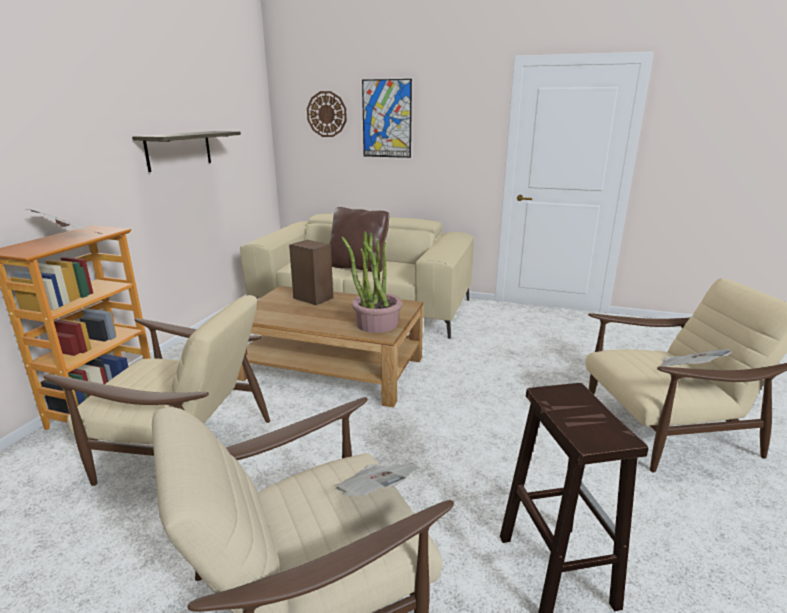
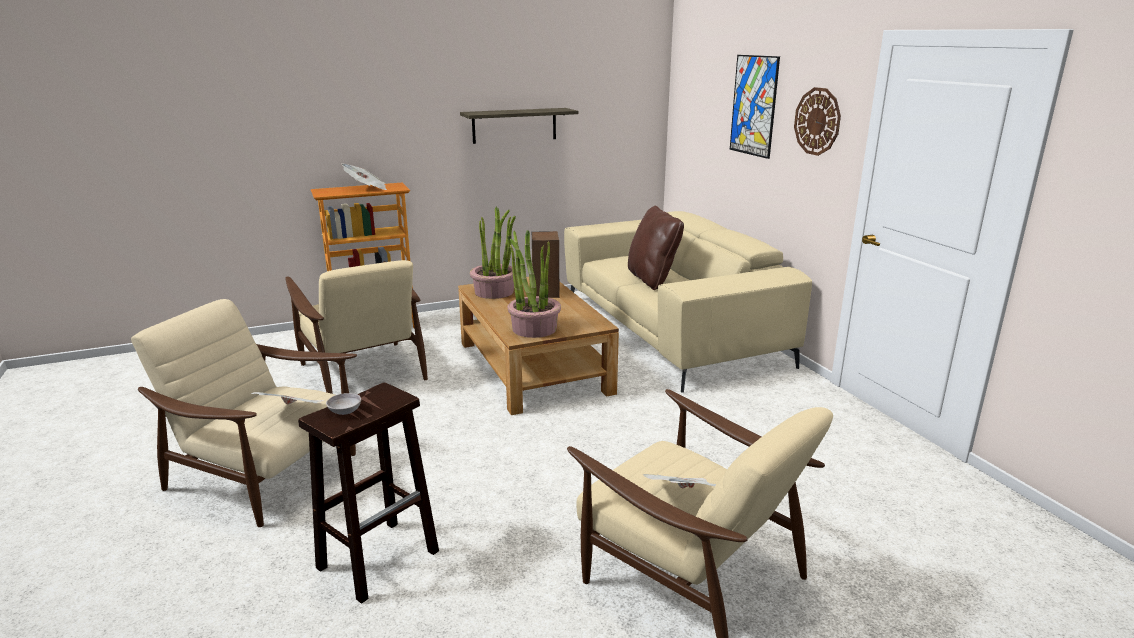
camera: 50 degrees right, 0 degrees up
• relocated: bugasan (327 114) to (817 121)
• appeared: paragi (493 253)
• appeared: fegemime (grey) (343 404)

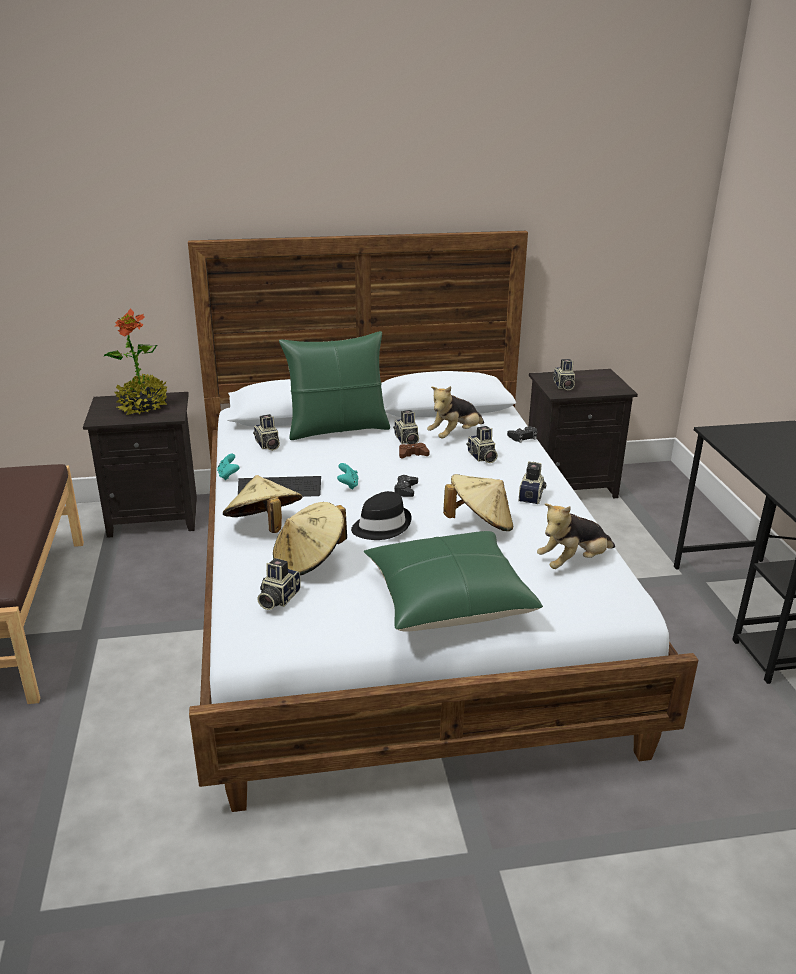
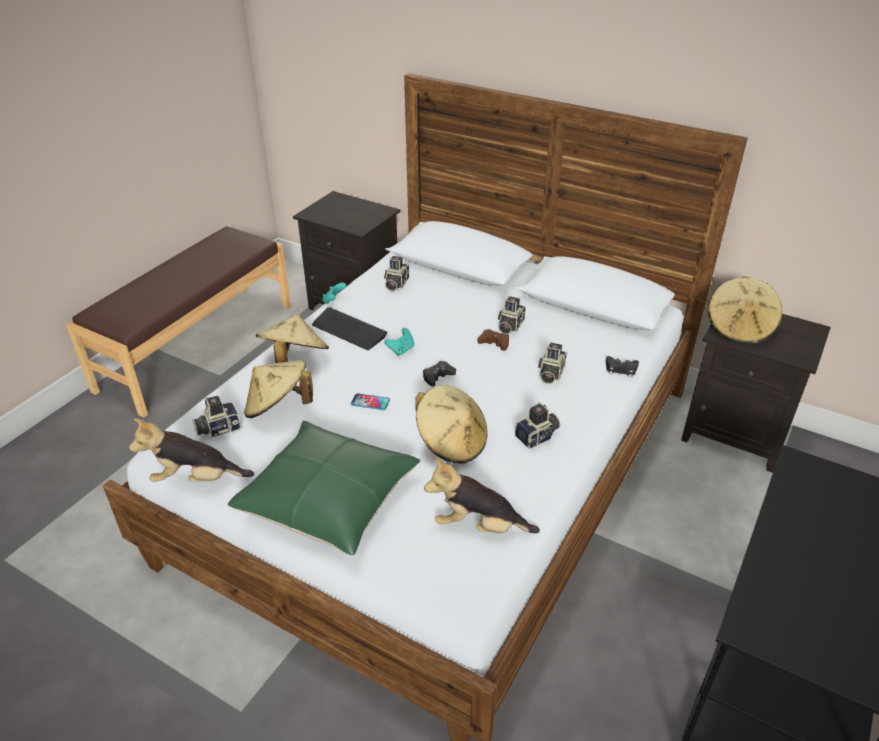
camera: 40 degrees right, 10 degrees up
• missing: paragi (136 362)
• missing: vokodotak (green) (334 385)
• exchanged: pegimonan (564 374) to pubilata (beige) (745 310)
• relocated: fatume (455 412) to (191 450)
• exchanged: pubilata (black) (381 515) to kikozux (370 402)

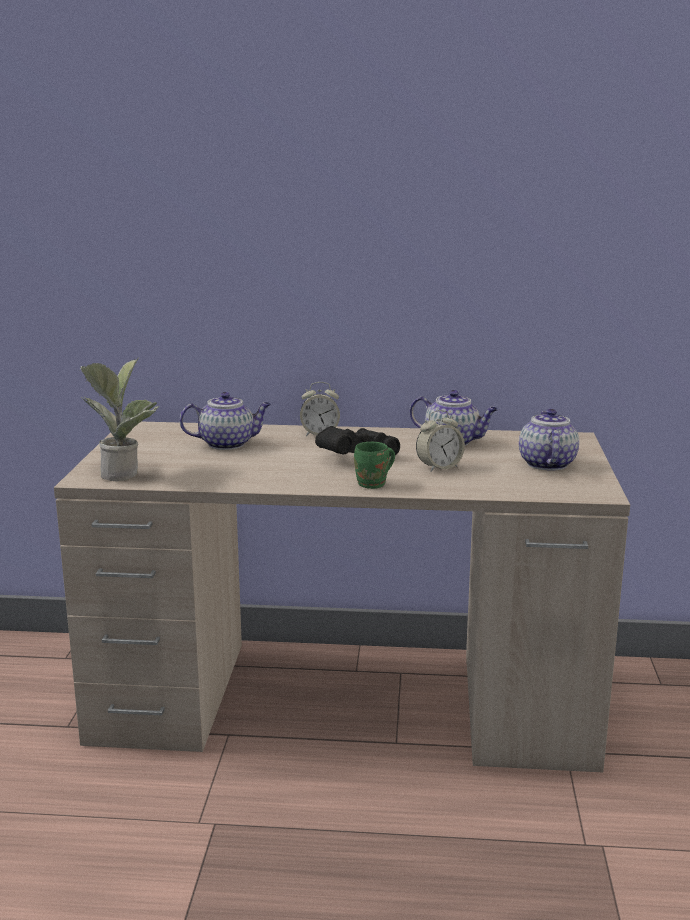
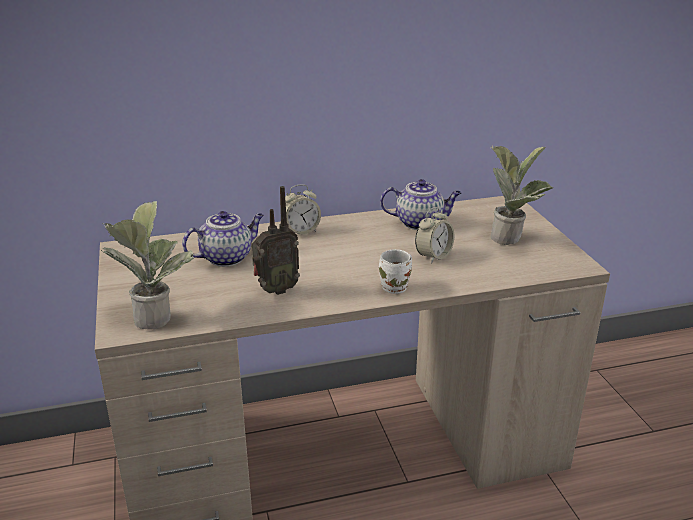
camera: 20 degrees left, 10 degrees up
• exchanged: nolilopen (549 439) to paragi (521 195)
• missing: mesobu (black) (357 441)
• colour: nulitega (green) (374 465) to nulitega (white) (395 271)
• appeared: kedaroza (275 240)

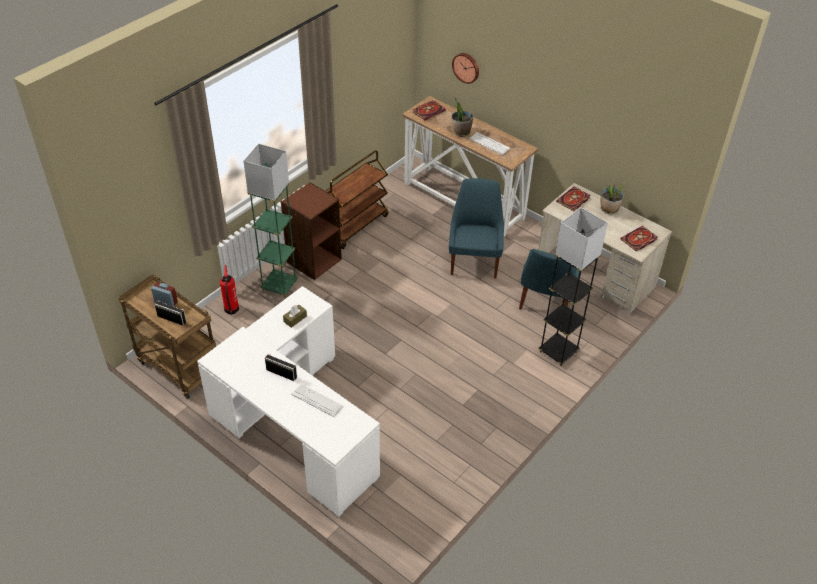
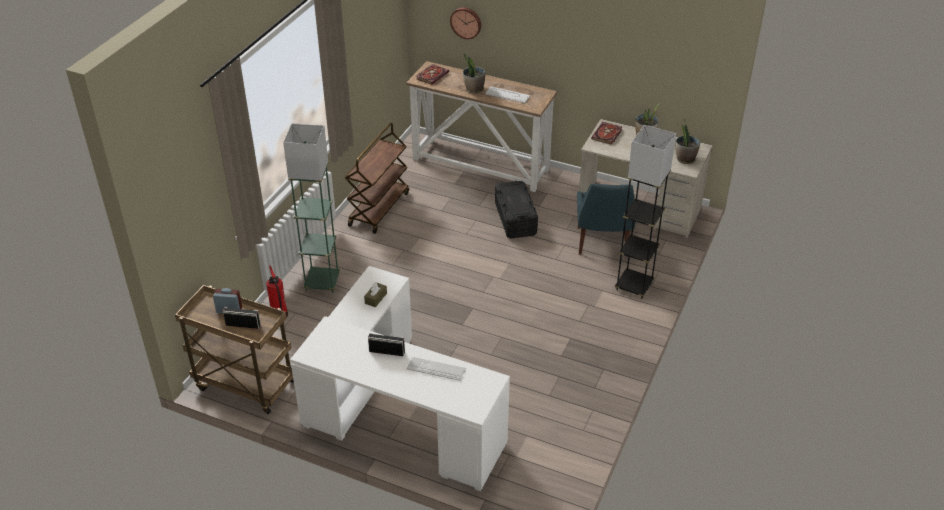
camera: 15 degrees left, 5 degrees down
• exchanged: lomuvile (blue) (476 228) to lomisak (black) (516 209)
• missing: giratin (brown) (311 231)
• exchanged: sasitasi (638 238) to paragi (688 141)

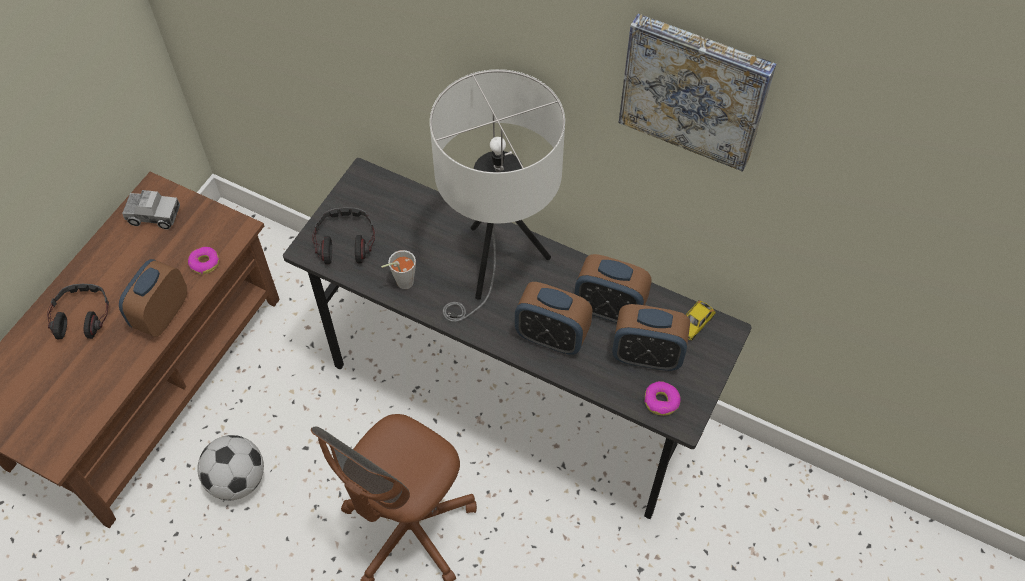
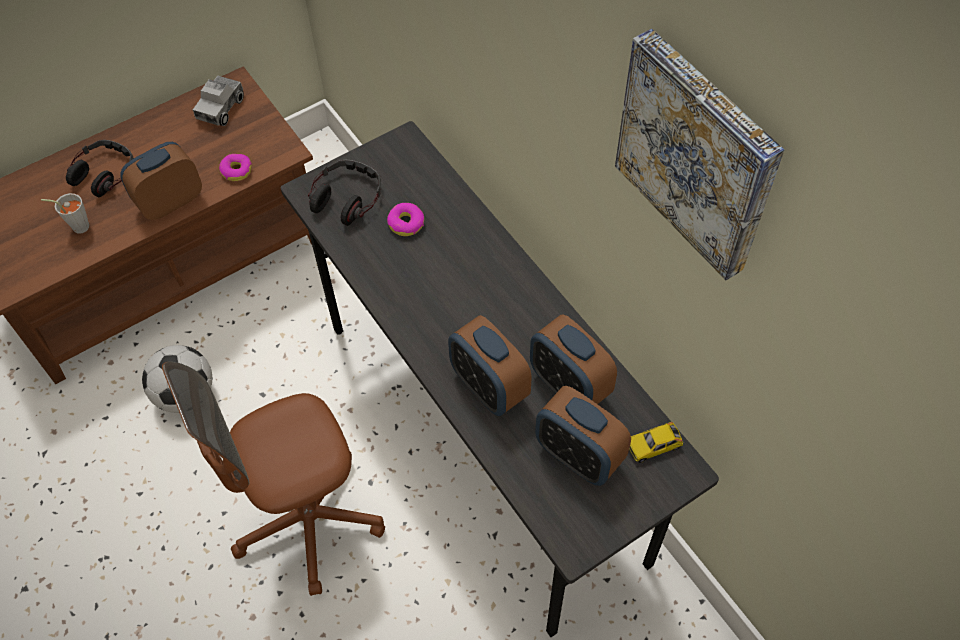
camera: 30 degrees right, 0 degrees up
• missing: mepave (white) (497 195)
• spun: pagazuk (151 209) = (218 101) 75 degrees clockwise
• relocated: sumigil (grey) (398 269) to (65 213)
• relocated: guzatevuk (662 398) to (405 219)

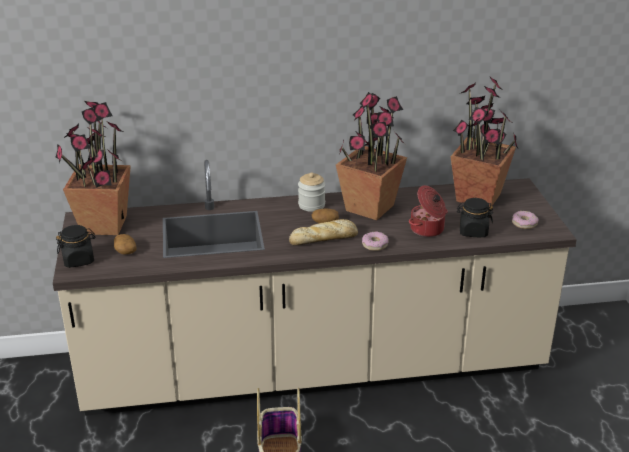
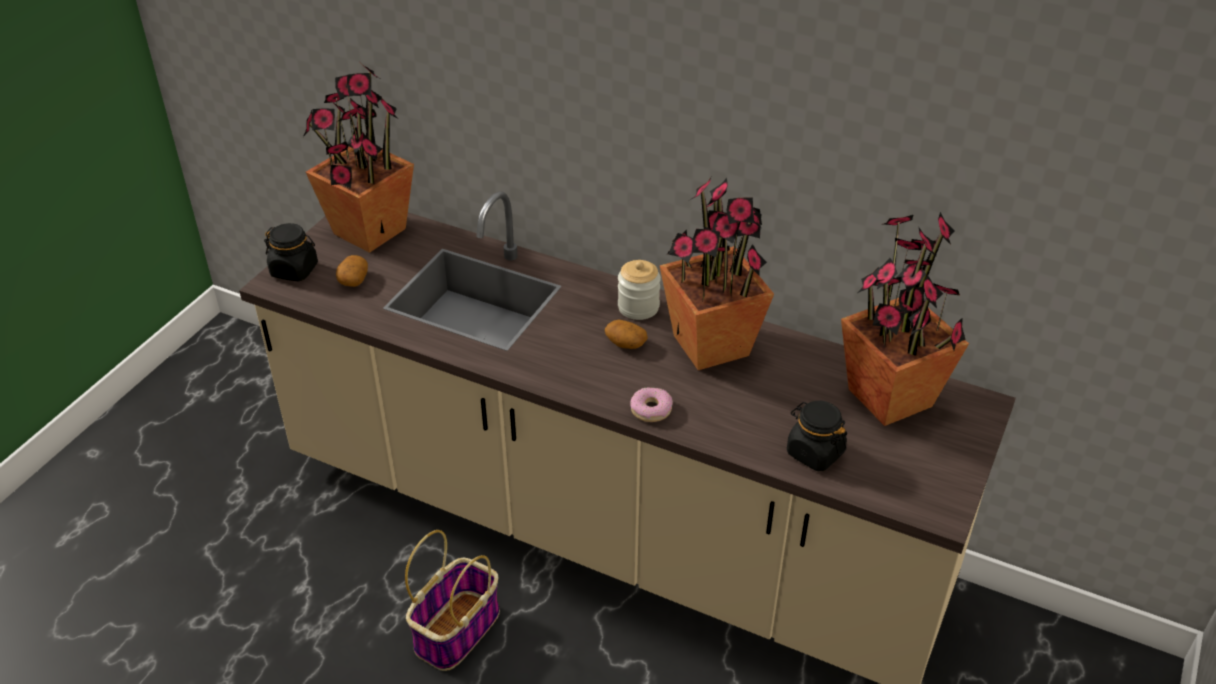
camera: 35 degrees right, 10 degrees up
• missing: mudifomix (428 211)
• missing: guzatevuk (525 220)
• missing: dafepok (323 232)

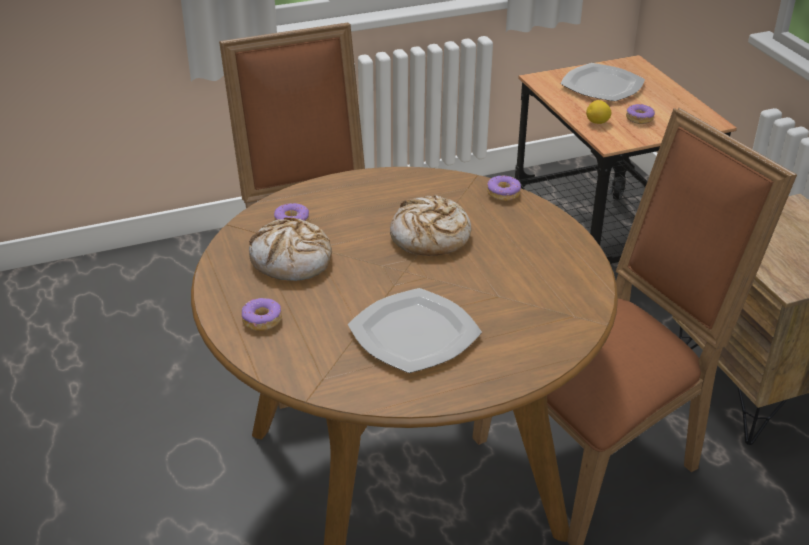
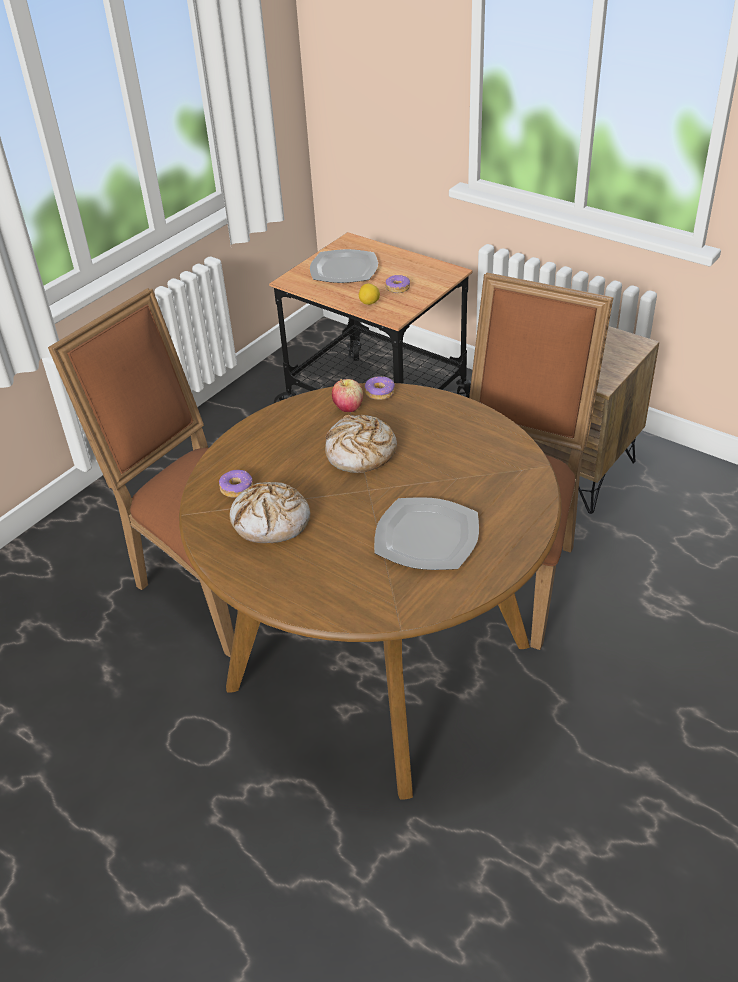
camera: 30 degrees left, 5 degrees up
• missing: guzatevuk (262 314)
• appeared: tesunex (347 395)

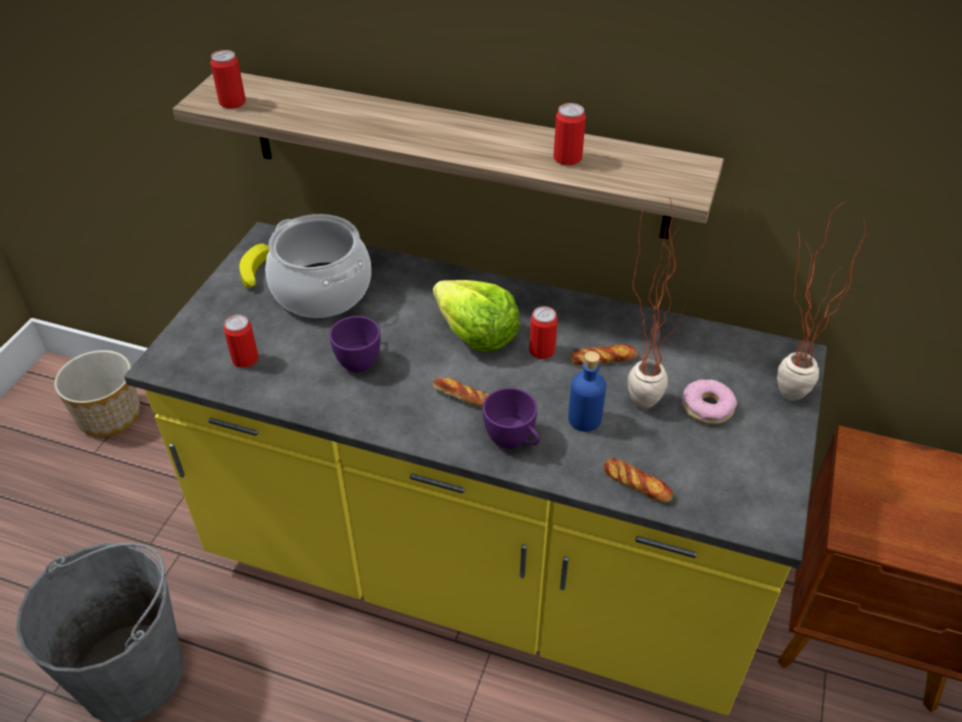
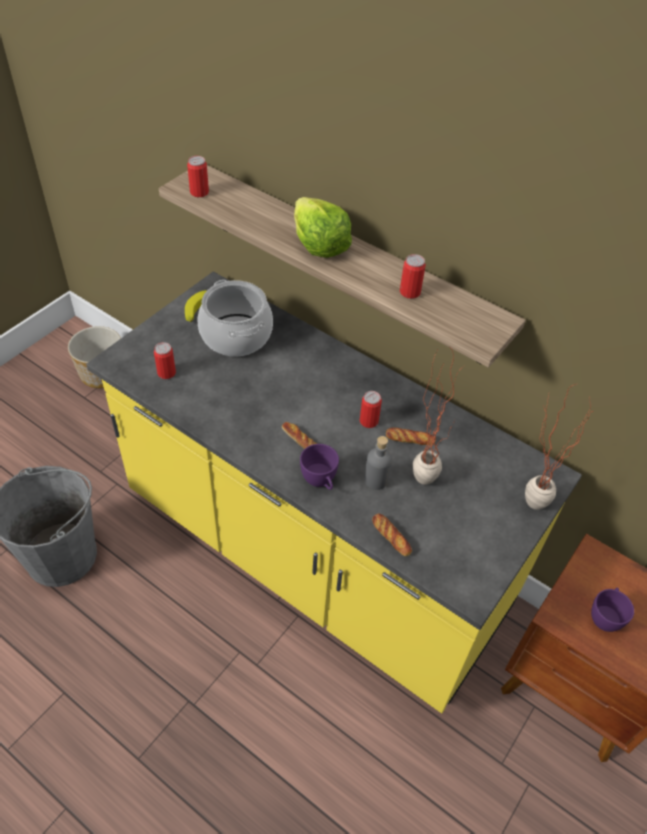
camera: 15 degrees right, 5 degrees up
• relocated: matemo (476 316) to (323 227)
• relocated: sumigil (purple) (355 344) to (612 609)
• colour: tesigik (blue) (587 391) to tesigik (grey) (378 463)
• missing: guzatevuk (709 401)

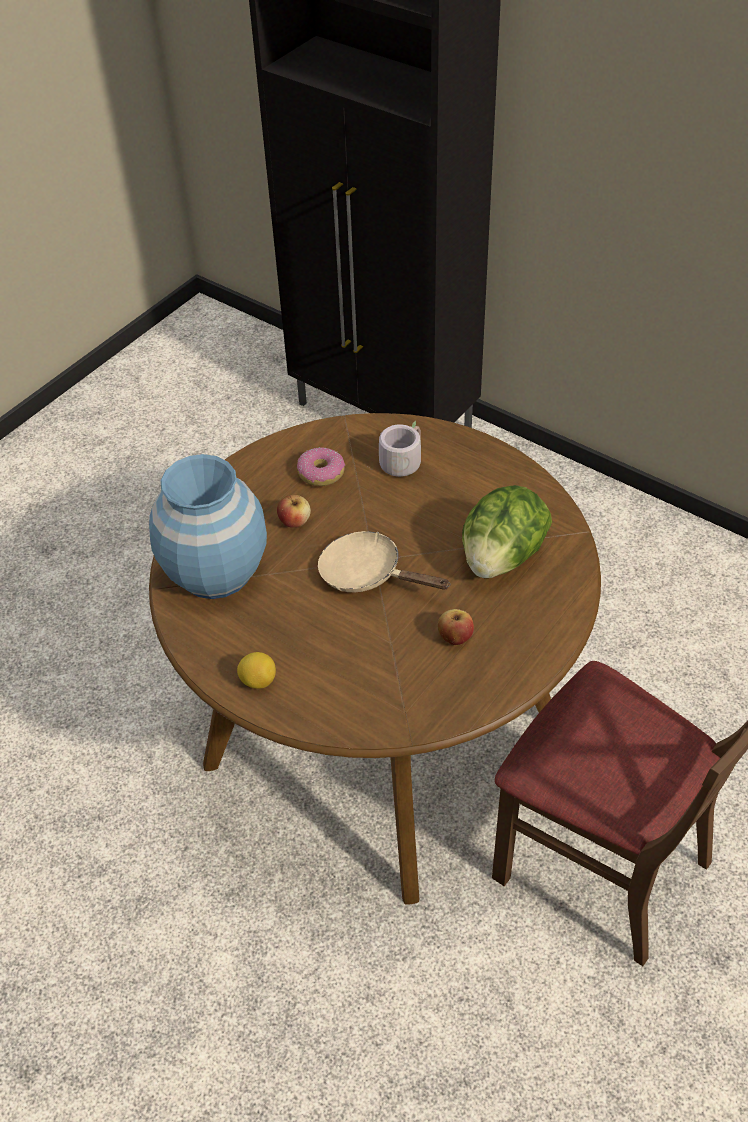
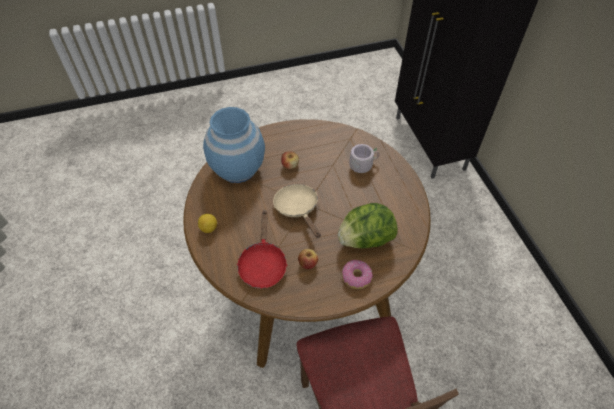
camera: 35 degrees right, 5 degrees up
• relocated: guzatevuk (321 466) to (357 274)
• appeared: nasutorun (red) (262 249)

